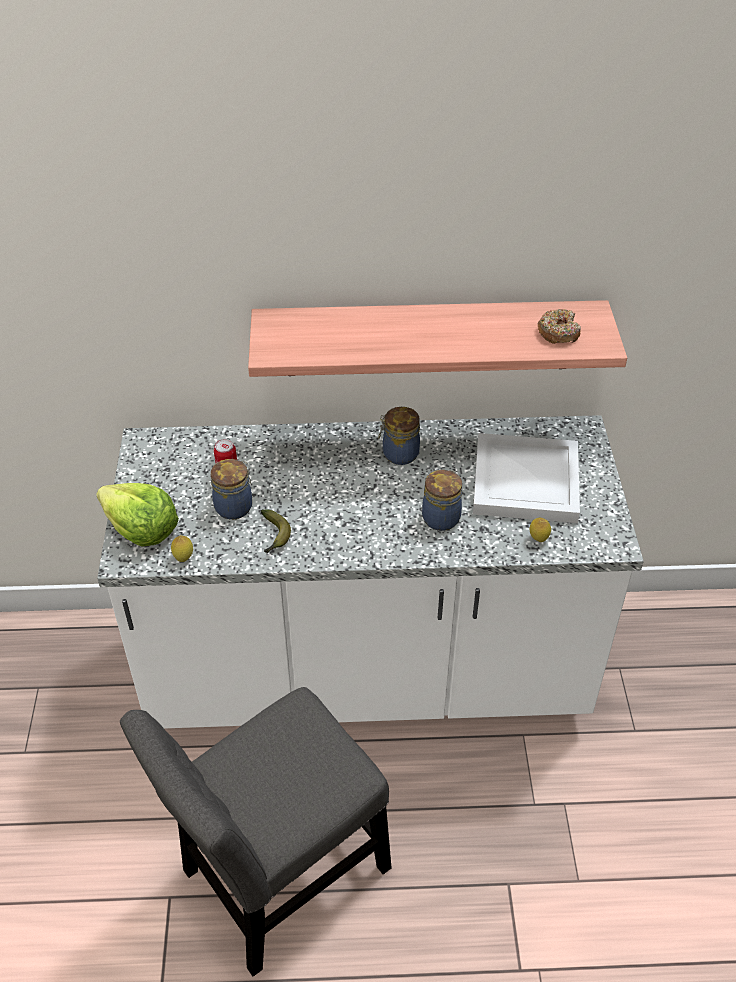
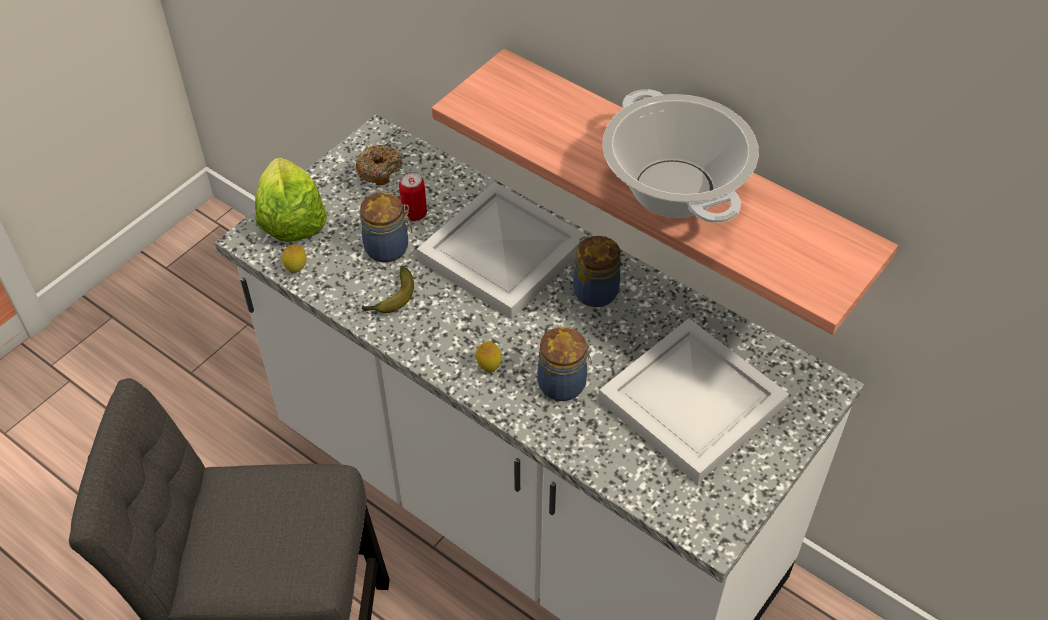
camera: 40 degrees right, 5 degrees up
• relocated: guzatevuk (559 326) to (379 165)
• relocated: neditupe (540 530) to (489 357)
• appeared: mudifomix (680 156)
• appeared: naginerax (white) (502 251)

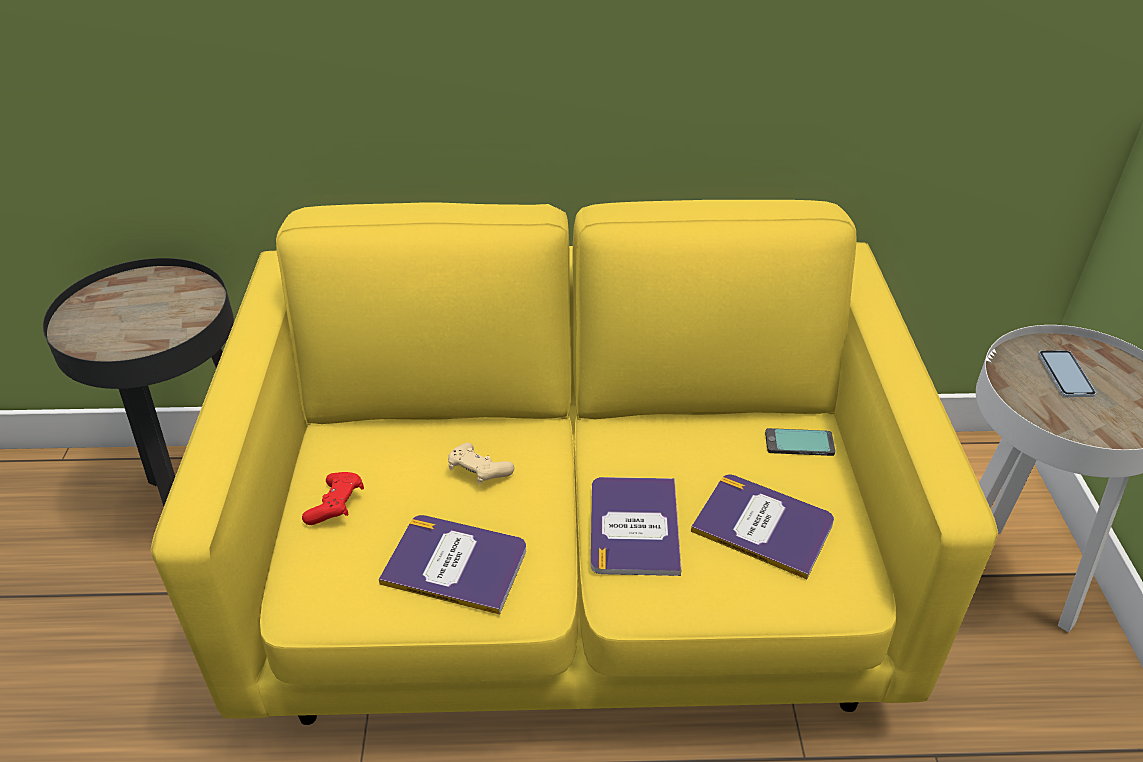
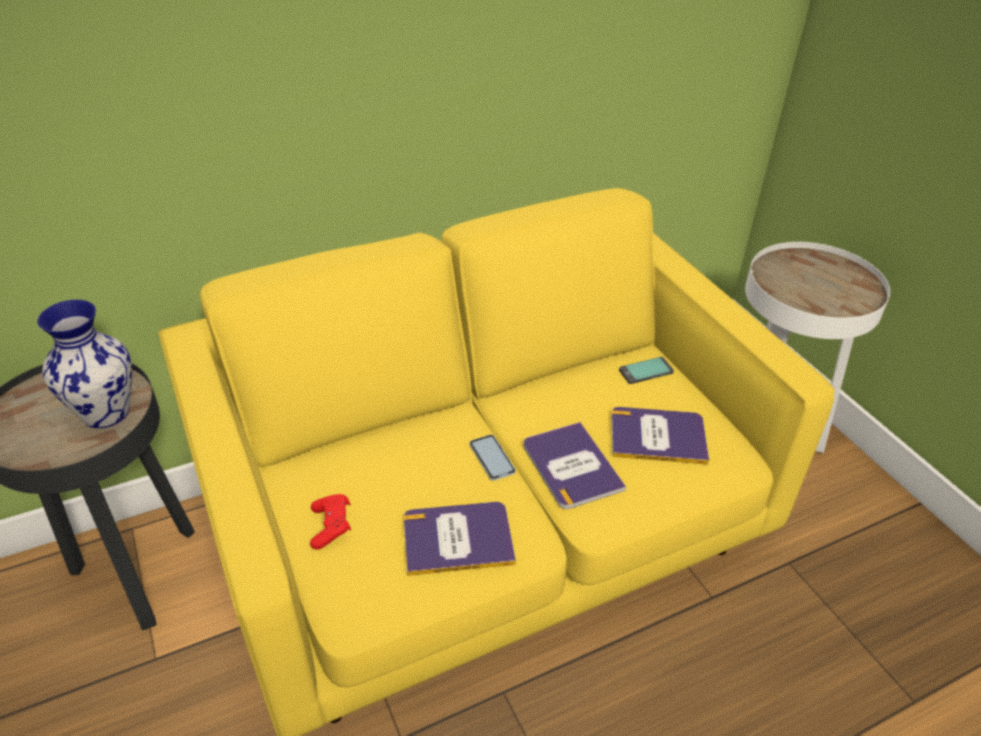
camera: 25 degrees left, 0 degrees up
• relocated: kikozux (1067 373) to (492 458)
• missing: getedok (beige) (481 463)
• appeared: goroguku (84 364)

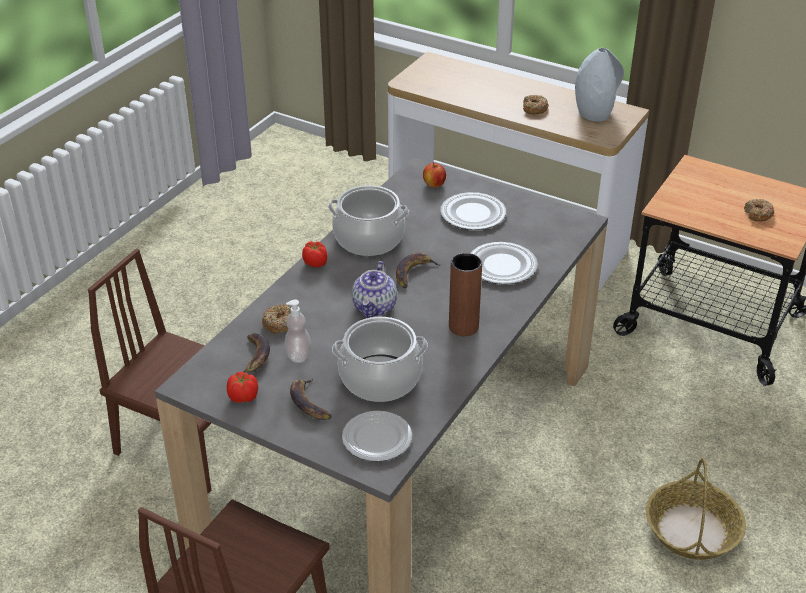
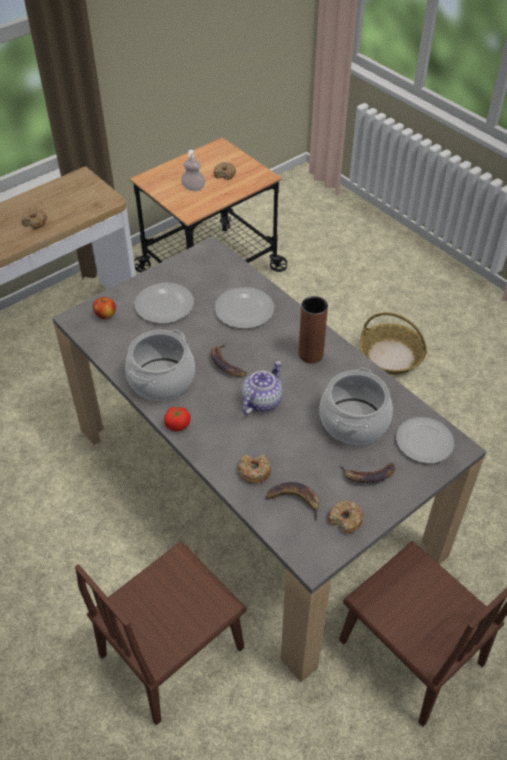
camera: 70 degrees left, 10 degrees up
• missing: goroguku (grey) (599 84)
• spun: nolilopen (374 289) = (262 388) 90 degrees counterclockwise
• relocated: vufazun (297 331) to (193 170)
• exchanged: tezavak (242 387) to guzatevuk (346 516)

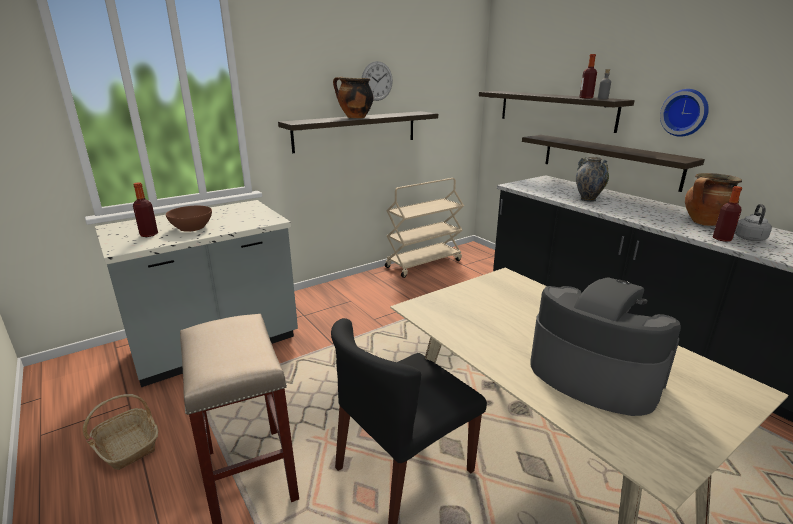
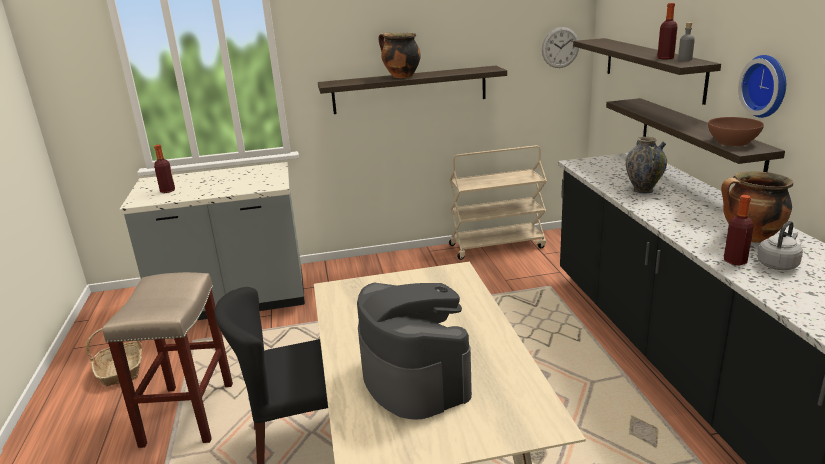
camera: 25 degrees right, 0 degrees up
• relocated: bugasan (377 81) to (560 47)
• relocated: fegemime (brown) (189 219) to (736 131)

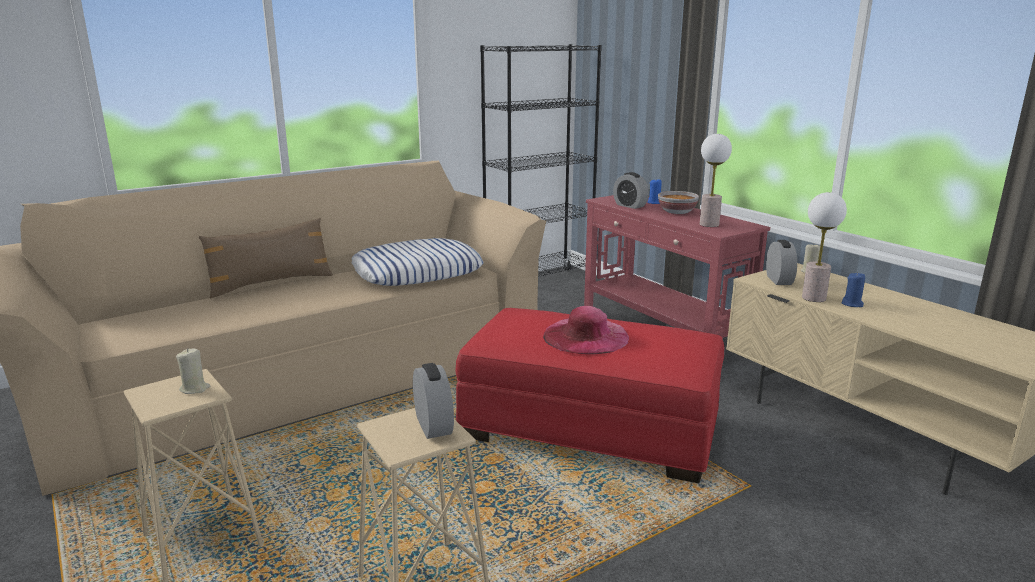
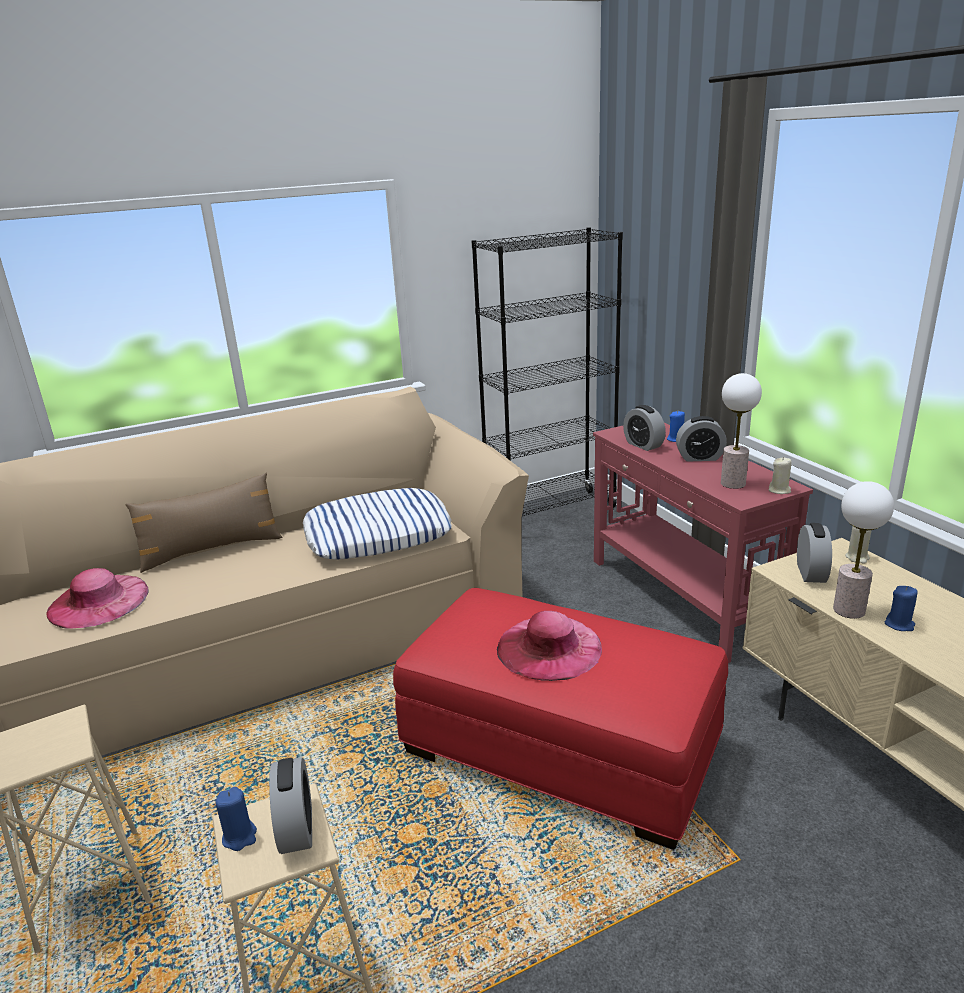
camera: 10 degrees right, 5 degrees up
• exchanged: fegemime (678 202) to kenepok (701 439)
• relocated: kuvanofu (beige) (193 371) to (780 475)
• appeared: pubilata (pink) (97 598)
• appeared: kuvanofu (blue) (236 819)

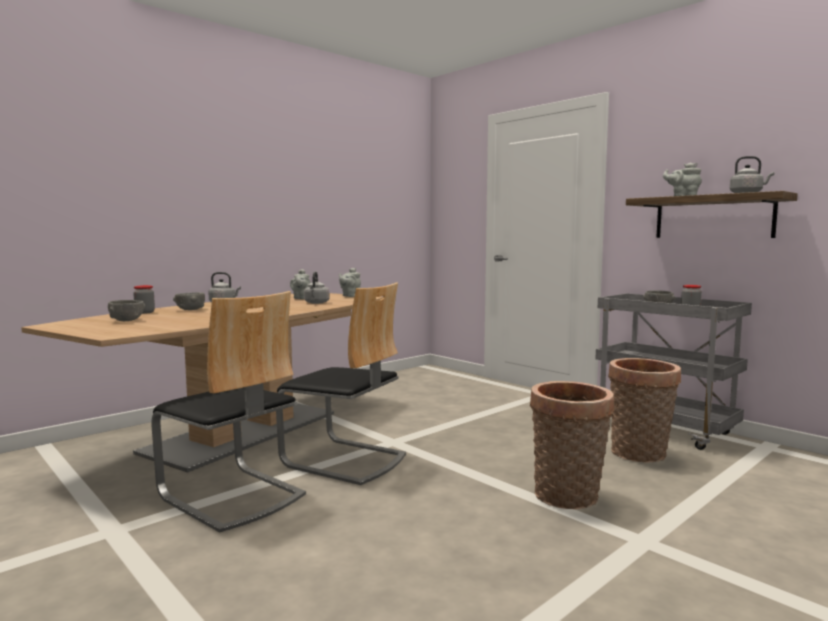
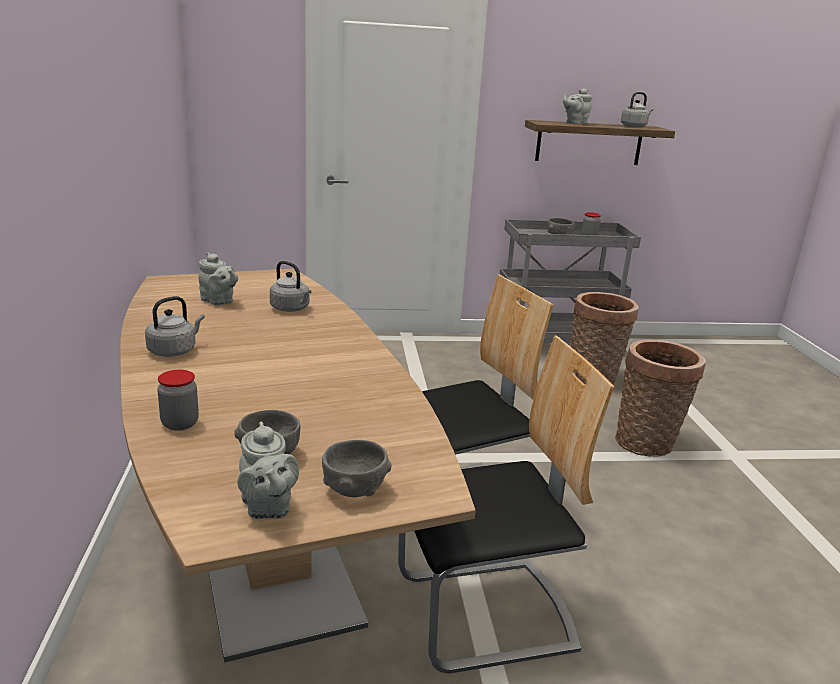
camera: 55 degrees left, 15 degrees up
• relocated: nolilopen (grey) (350 282) to (268 470)
• relocated: fegemime (grey) (189 301) to (357 468)

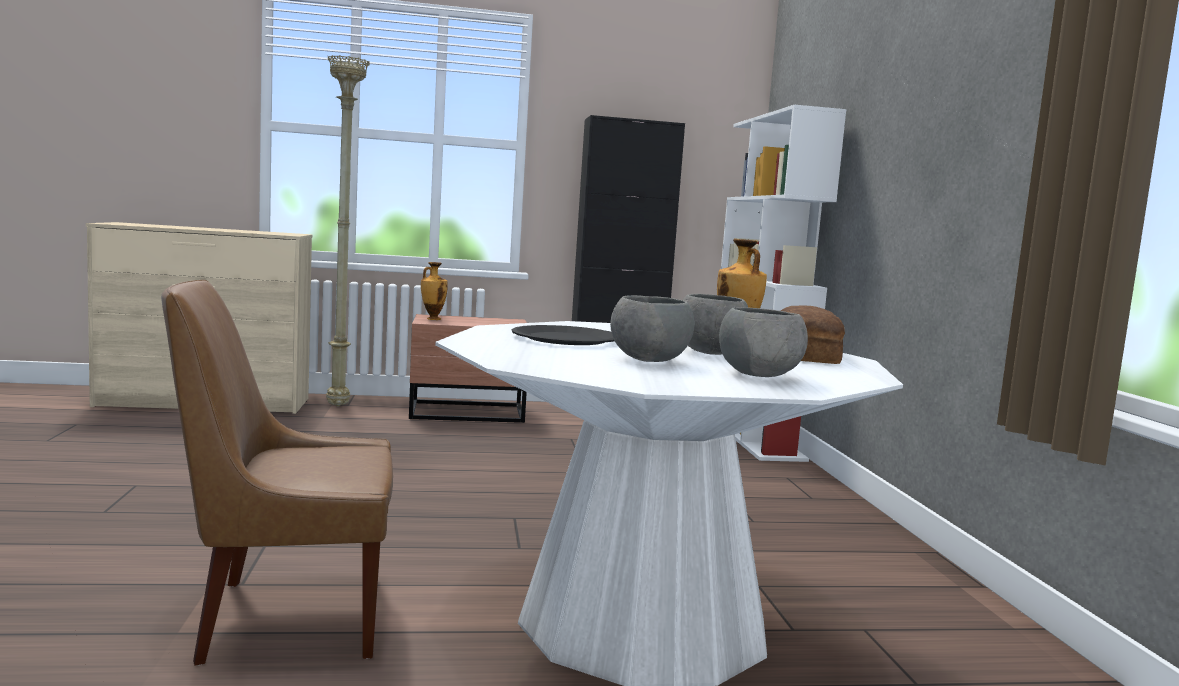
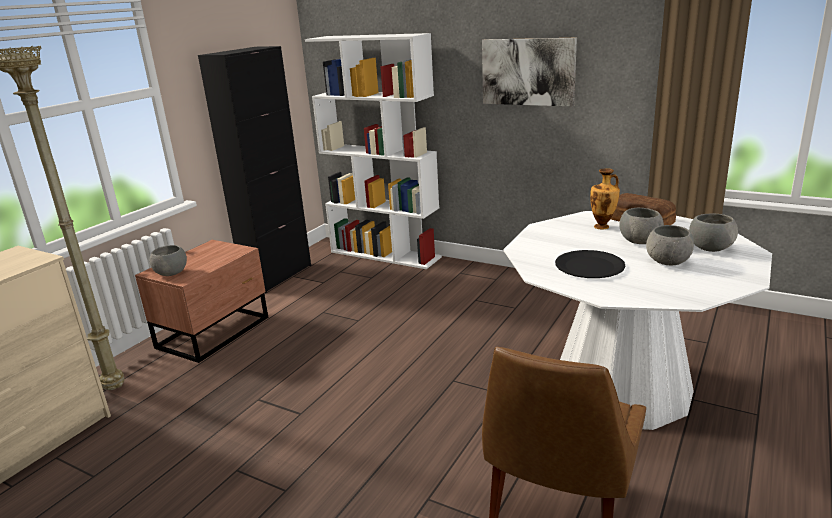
camera: 50 degrees left, 15 degrees up
• exchanged: goroguku (434 291) to fegemime (grey) (168 260)
• appeared: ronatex (529 72)

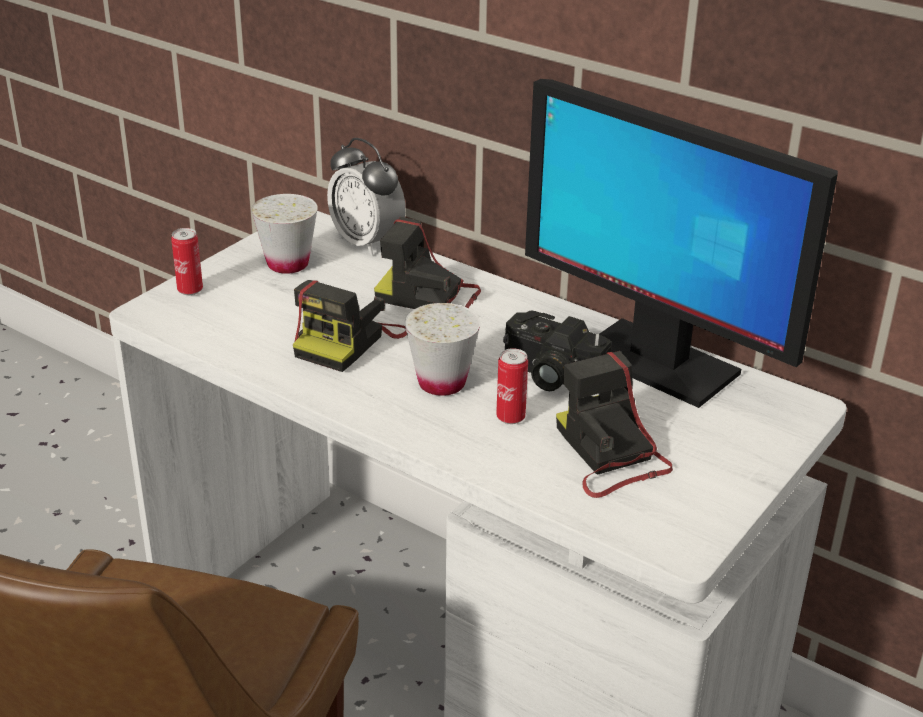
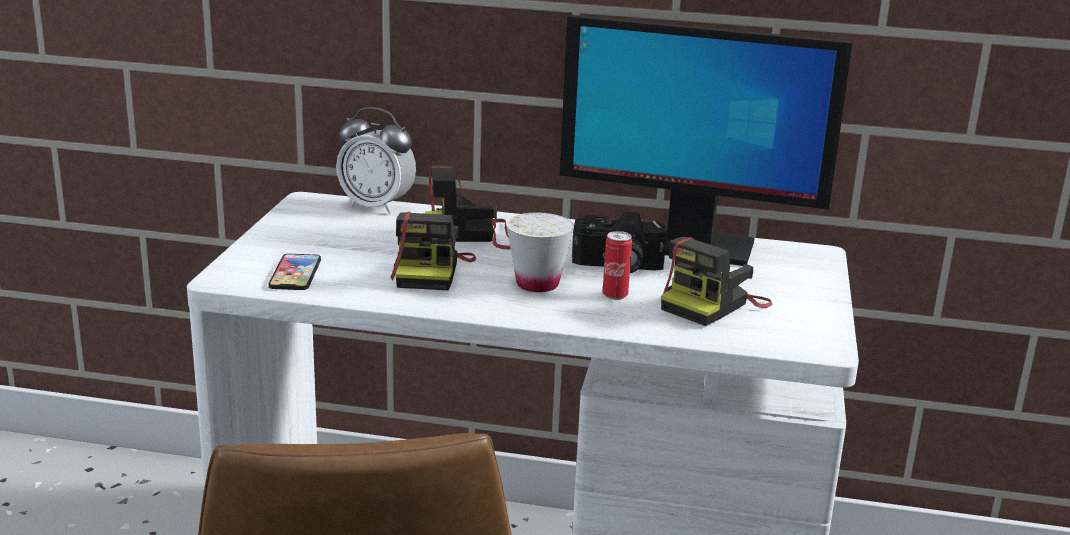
camera: 25 degrees left, 10 degrees down
• missing: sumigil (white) (284 234)
• missing: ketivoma (187 261)
• spun: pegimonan (614 424) = (716 281) 90 degrees counterclockwise
• appeared: kikozux (295 272)

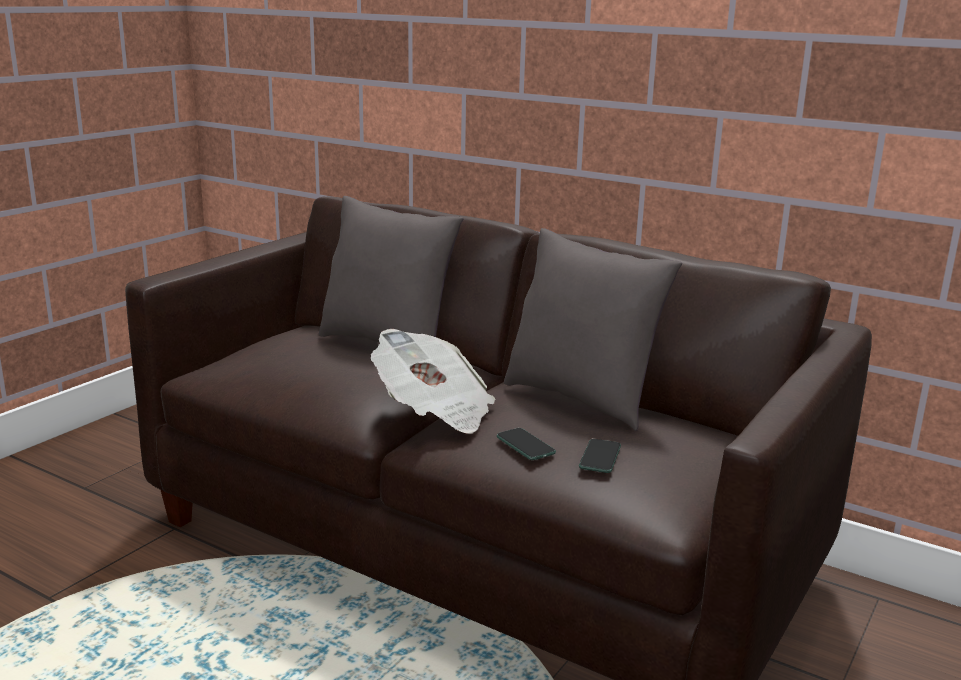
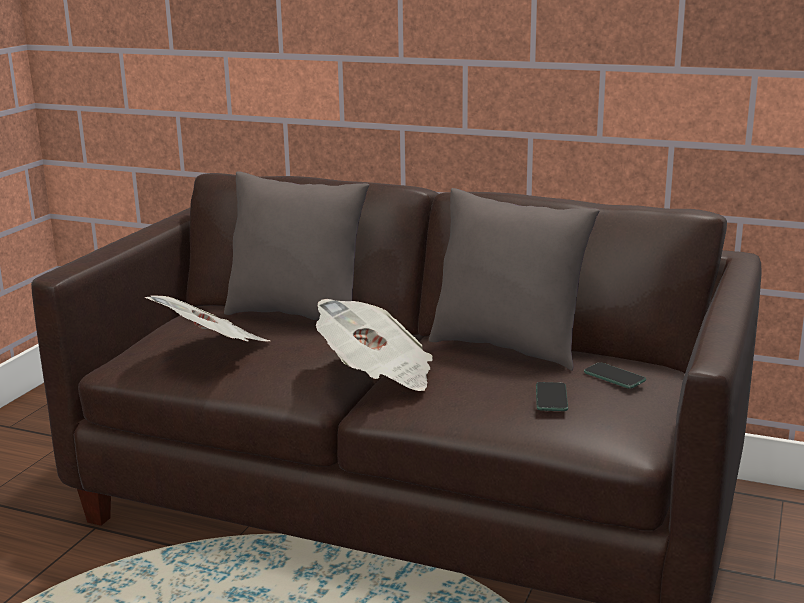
camera: 10 degrees left, 0 degrees up
• relocated: kikozux (526 444) to (615 375)
• appeared: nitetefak (207 318)

